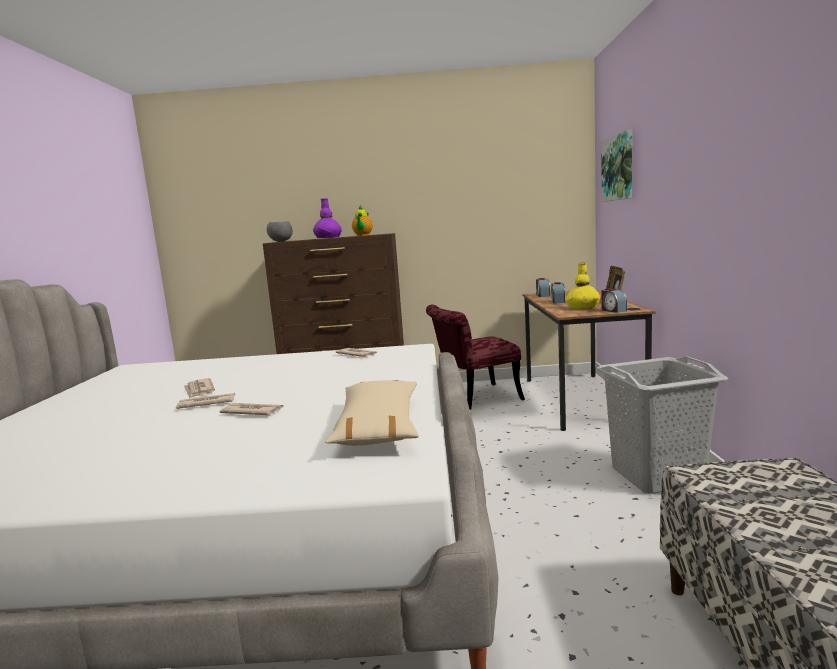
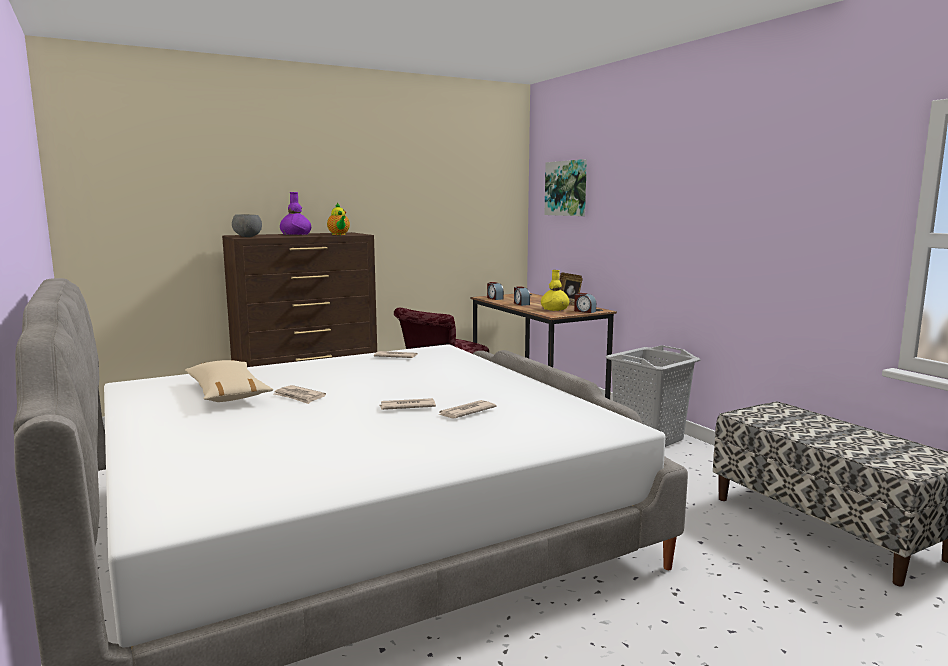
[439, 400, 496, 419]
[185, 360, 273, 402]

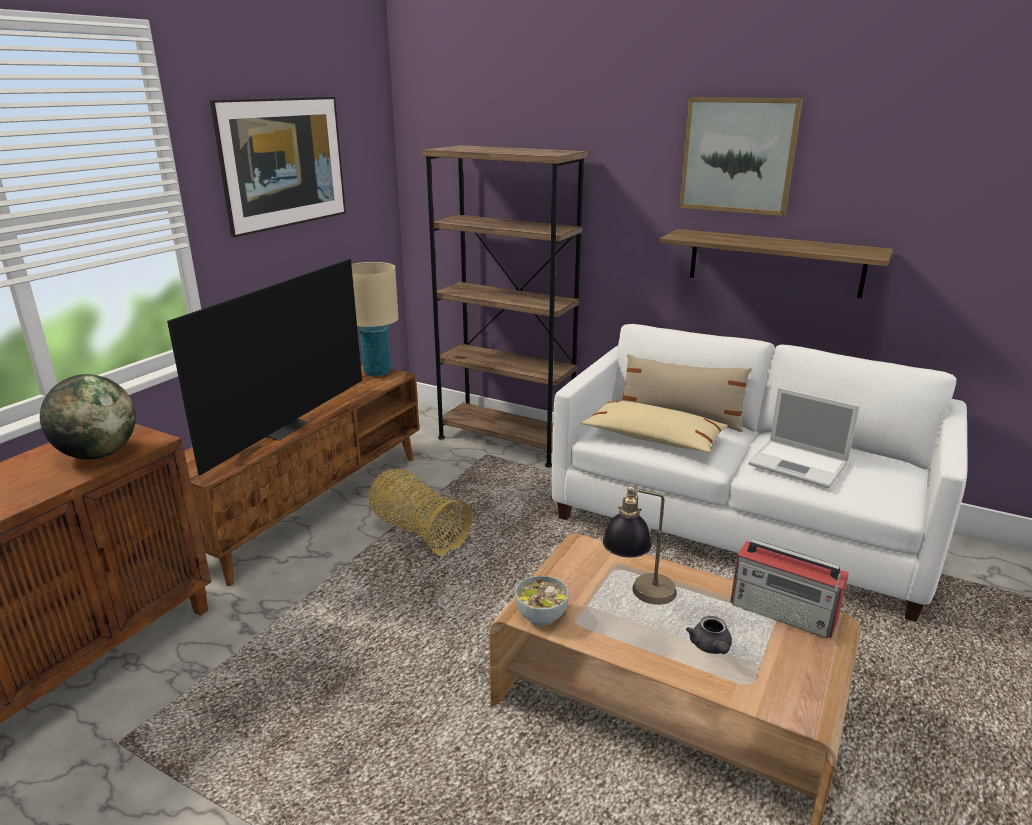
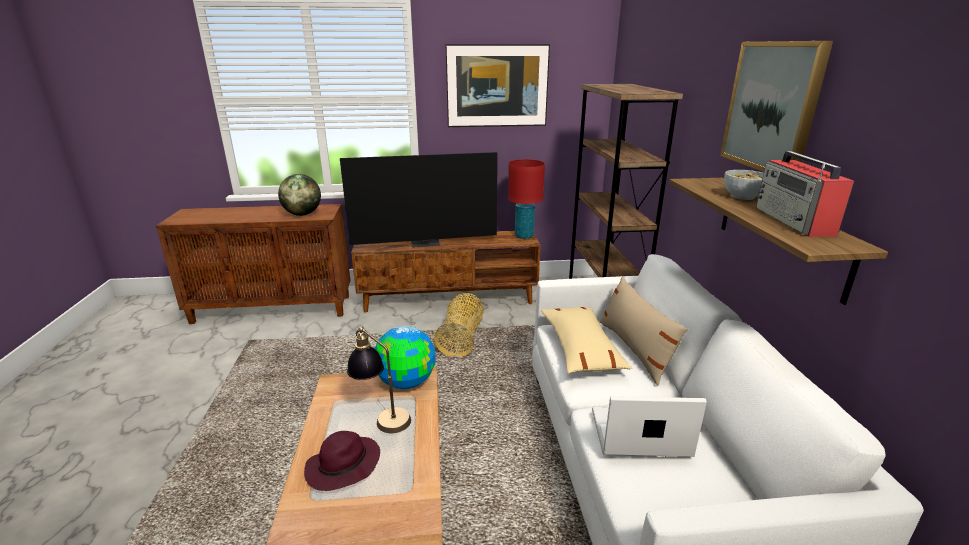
[508, 159, 545, 239]
[724, 170, 764, 200]
[304, 431, 380, 491]
[756, 151, 854, 237]
[592, 396, 707, 457]
[375, 326, 436, 389]

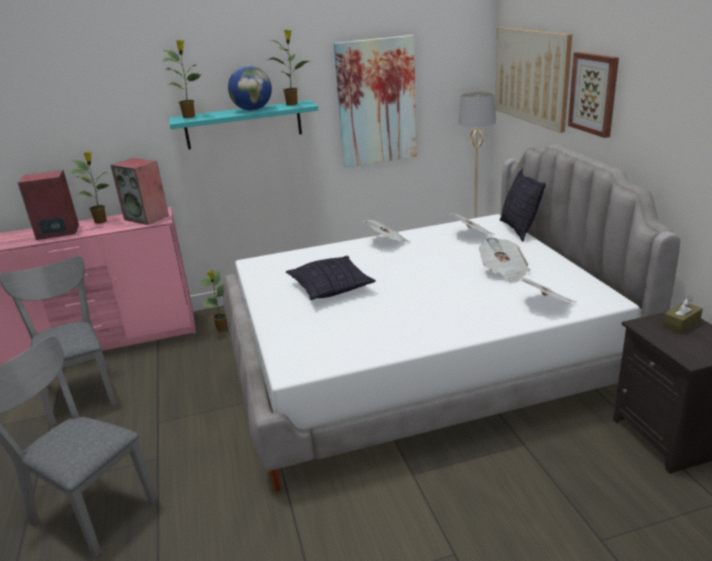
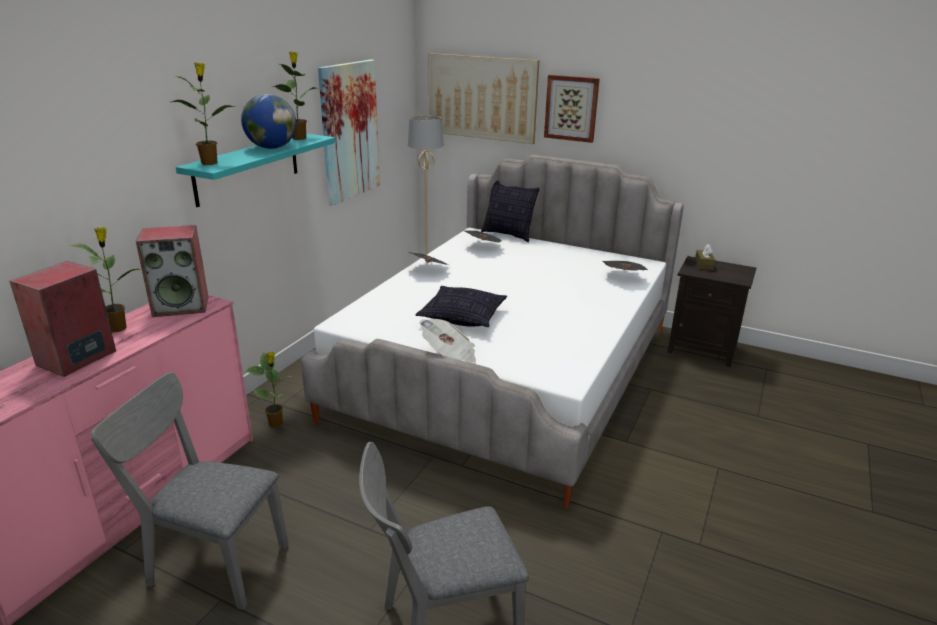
[420, 319, 476, 364]

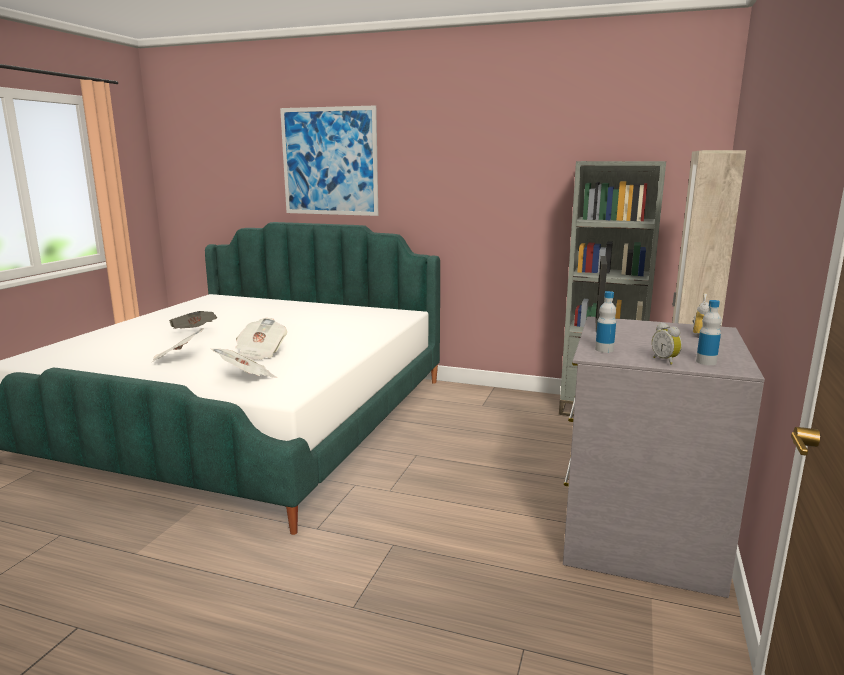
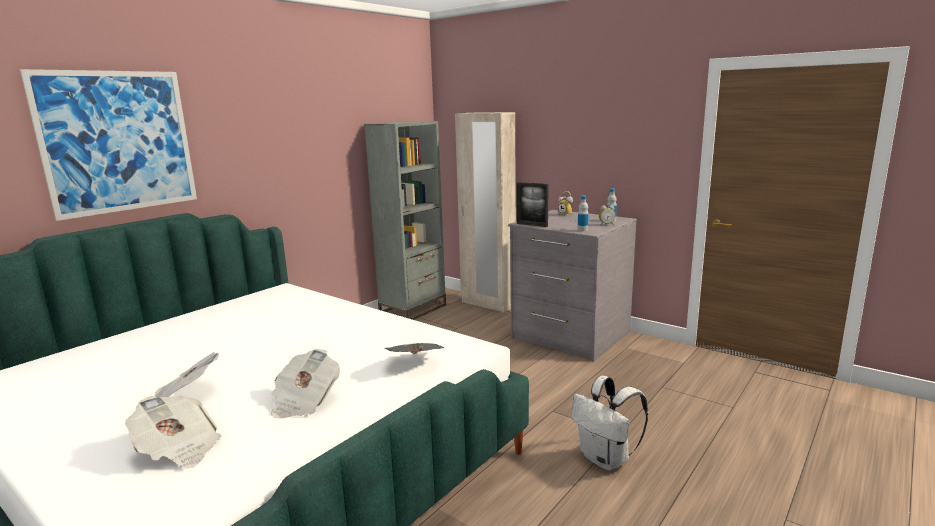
[125, 396, 221, 468]
[571, 376, 648, 471]

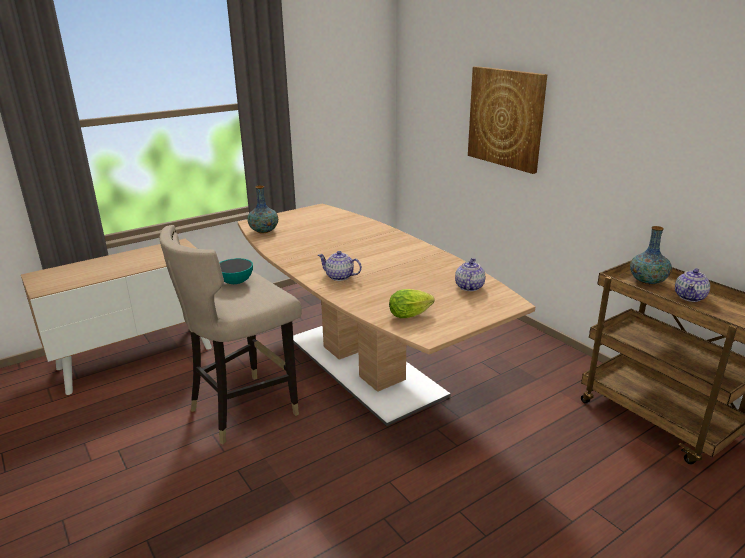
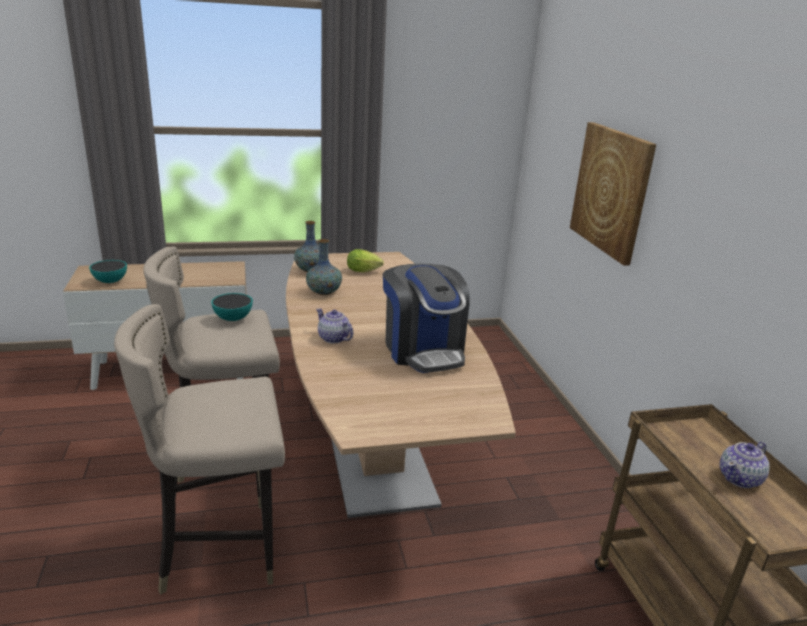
[347, 249, 384, 272]
[455, 258, 485, 291] (first image)
[306, 239, 342, 295]
[89, 260, 127, 283]
[114, 304, 285, 595]
[383, 263, 470, 373]

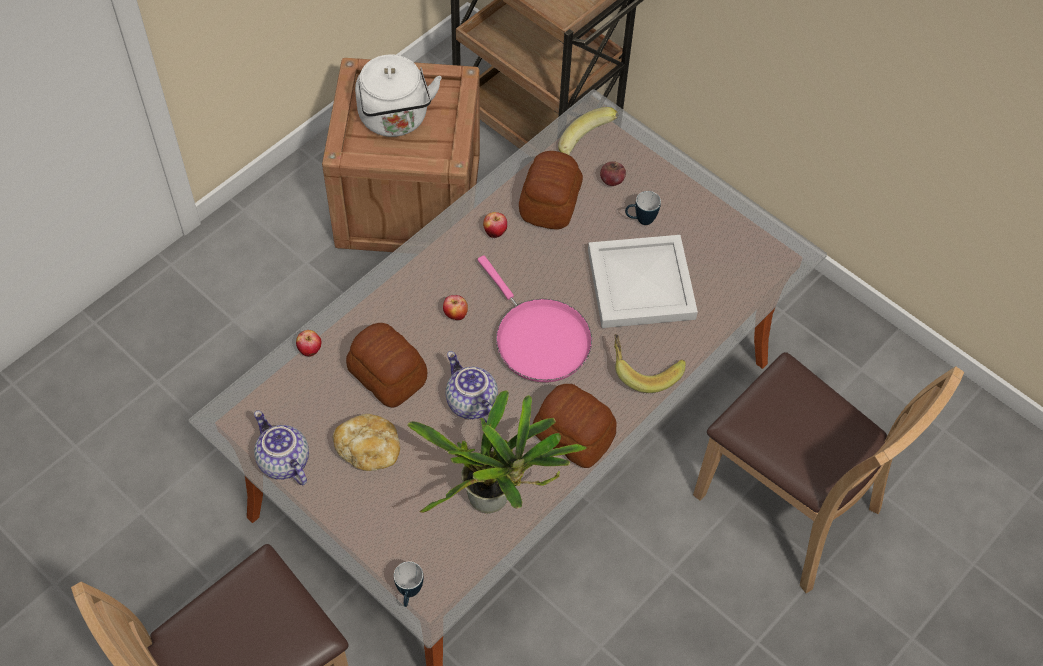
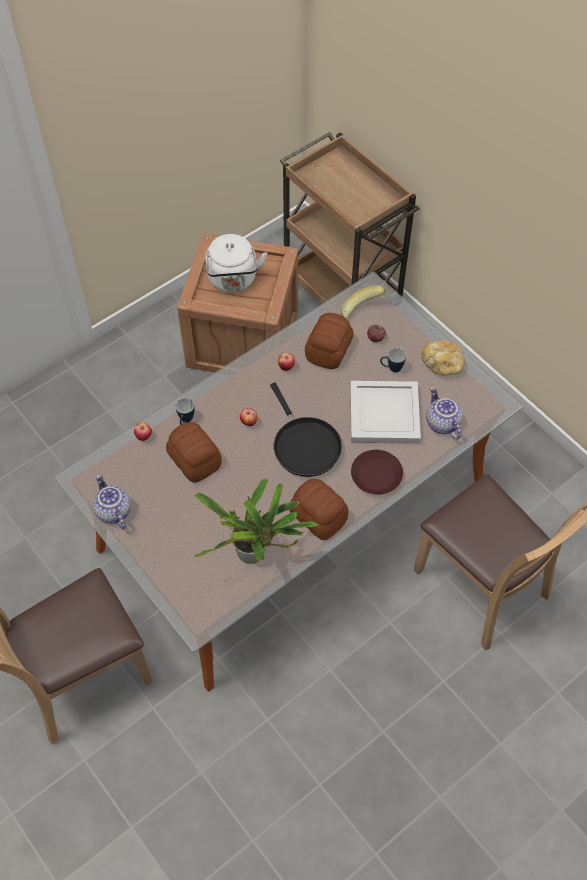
[421, 340, 465, 375]
[176, 398, 194, 425]
[426, 387, 463, 439]
[270, 382, 342, 477]
[351, 450, 403, 495]

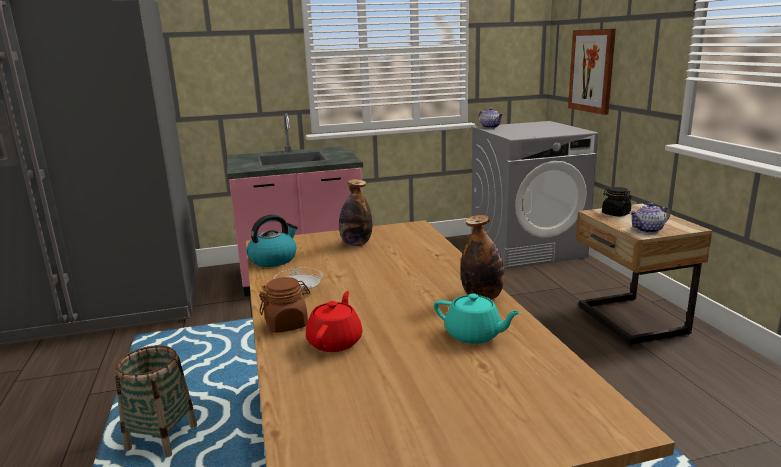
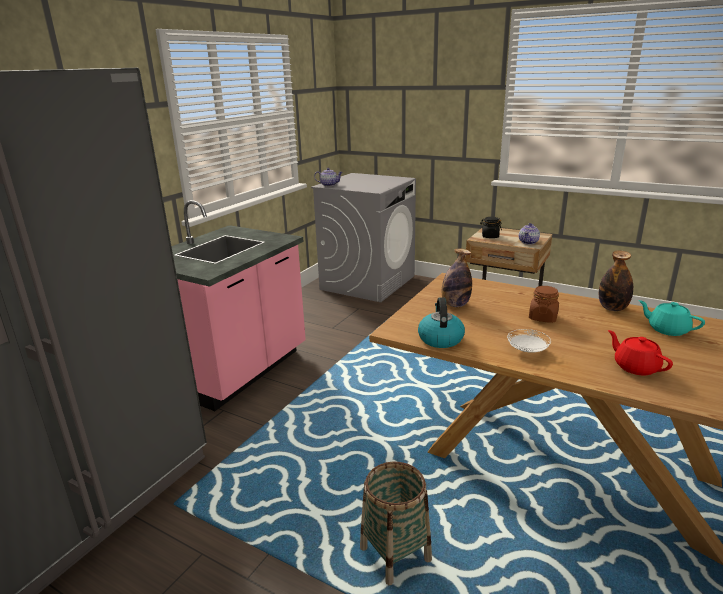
[529, 286, 559, 323]
[638, 300, 705, 336]
[568, 29, 616, 115] (first image)

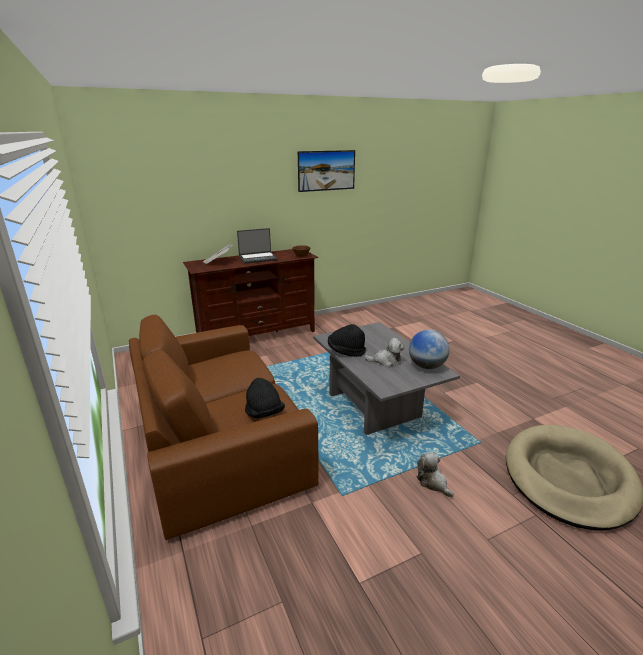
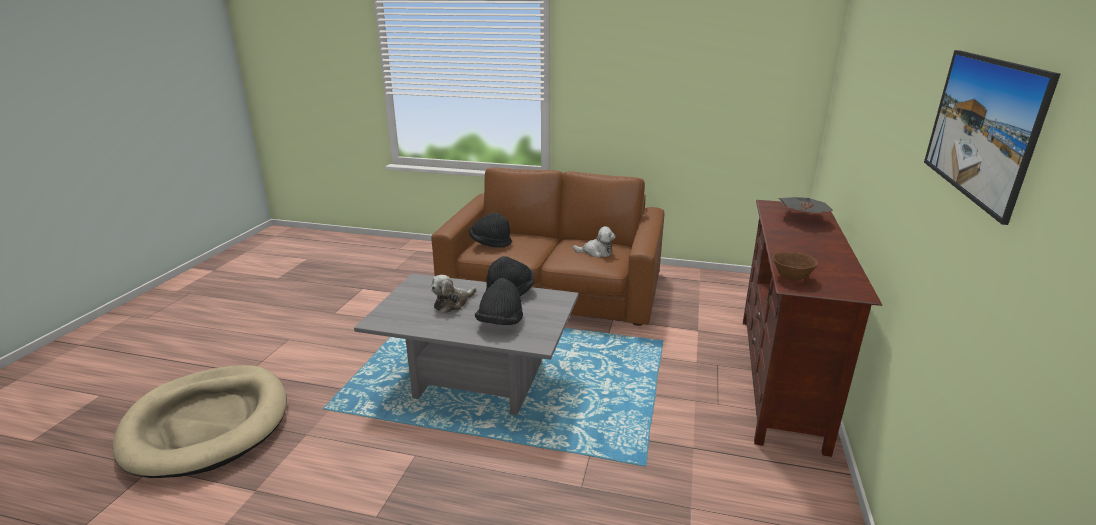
[237, 228, 278, 264] (first image)
[409, 330, 450, 369] (first image)
[573, 226, 615, 258]
[475, 278, 523, 325]

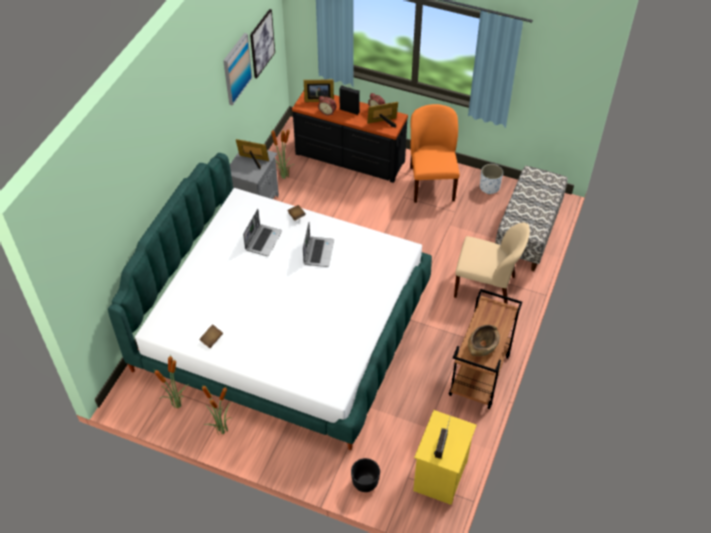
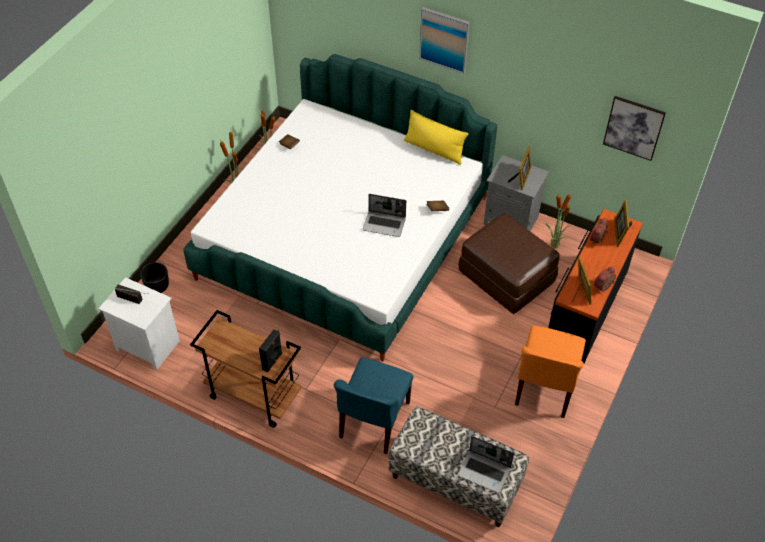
[419, 7, 470, 74]
[458, 436, 514, 493]
[259, 329, 282, 372]
[515, 326, 586, 418]
[98, 277, 180, 370]
[334, 357, 413, 454]
[468, 325, 500, 356] (first image)
[480, 164, 503, 195] (first image)
[404, 110, 468, 165]
[459, 213, 560, 314]

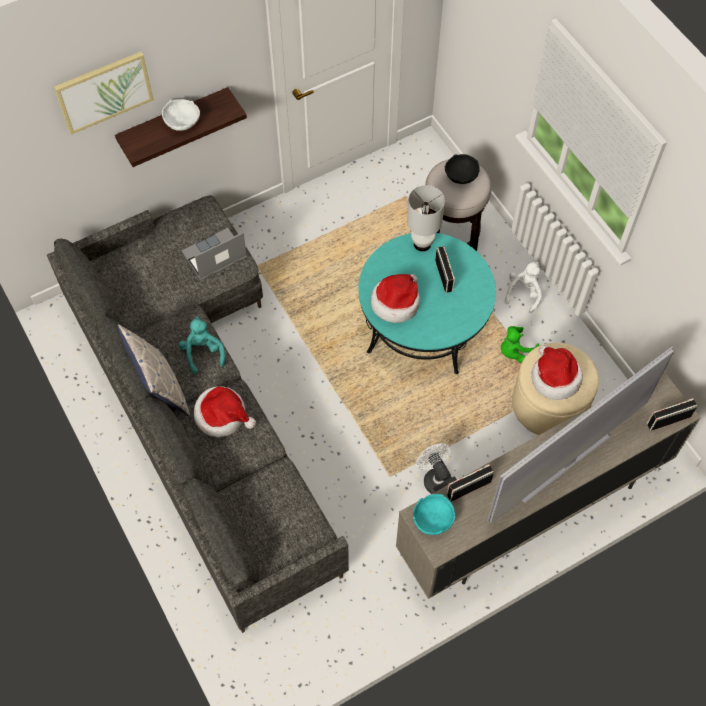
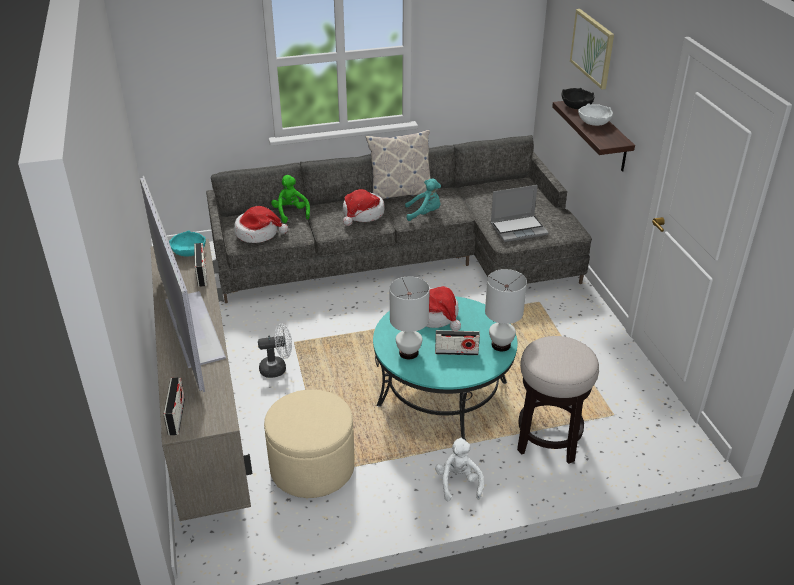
[490, 185, 549, 242]
[561, 88, 594, 109]
[271, 175, 310, 223]
[435, 437, 484, 502]
[234, 206, 288, 243]
[389, 276, 430, 359]

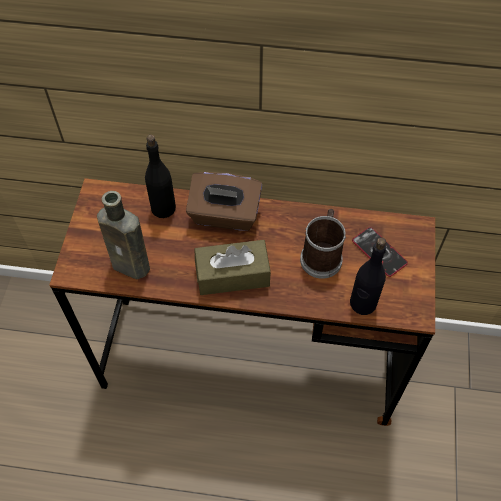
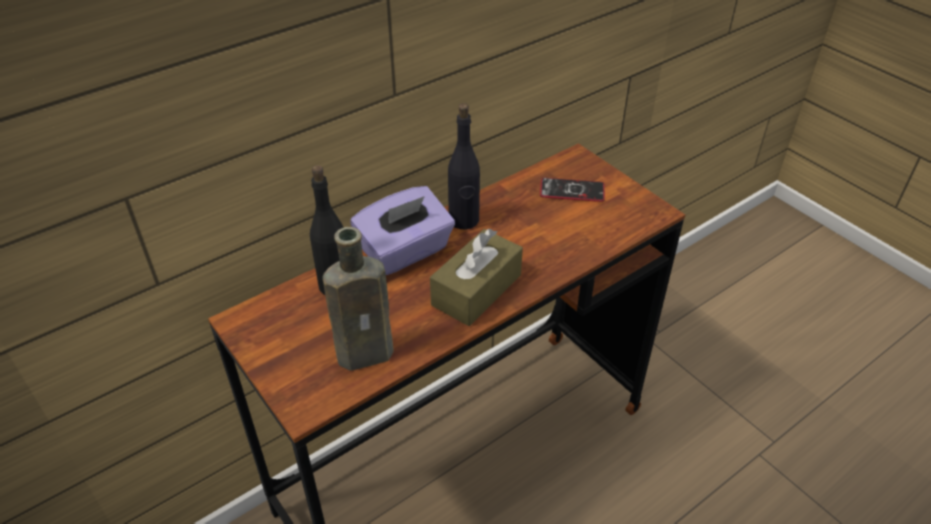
[350, 186, 455, 275]
[300, 209, 346, 279] (first image)
[448, 103, 480, 229]

